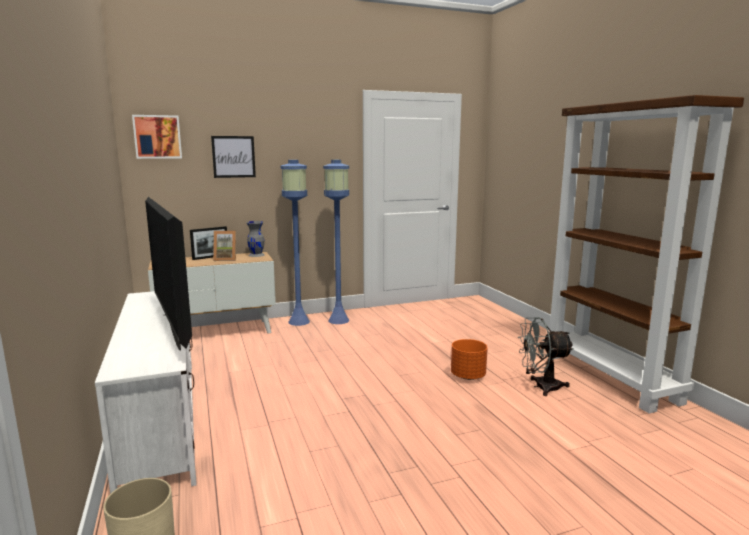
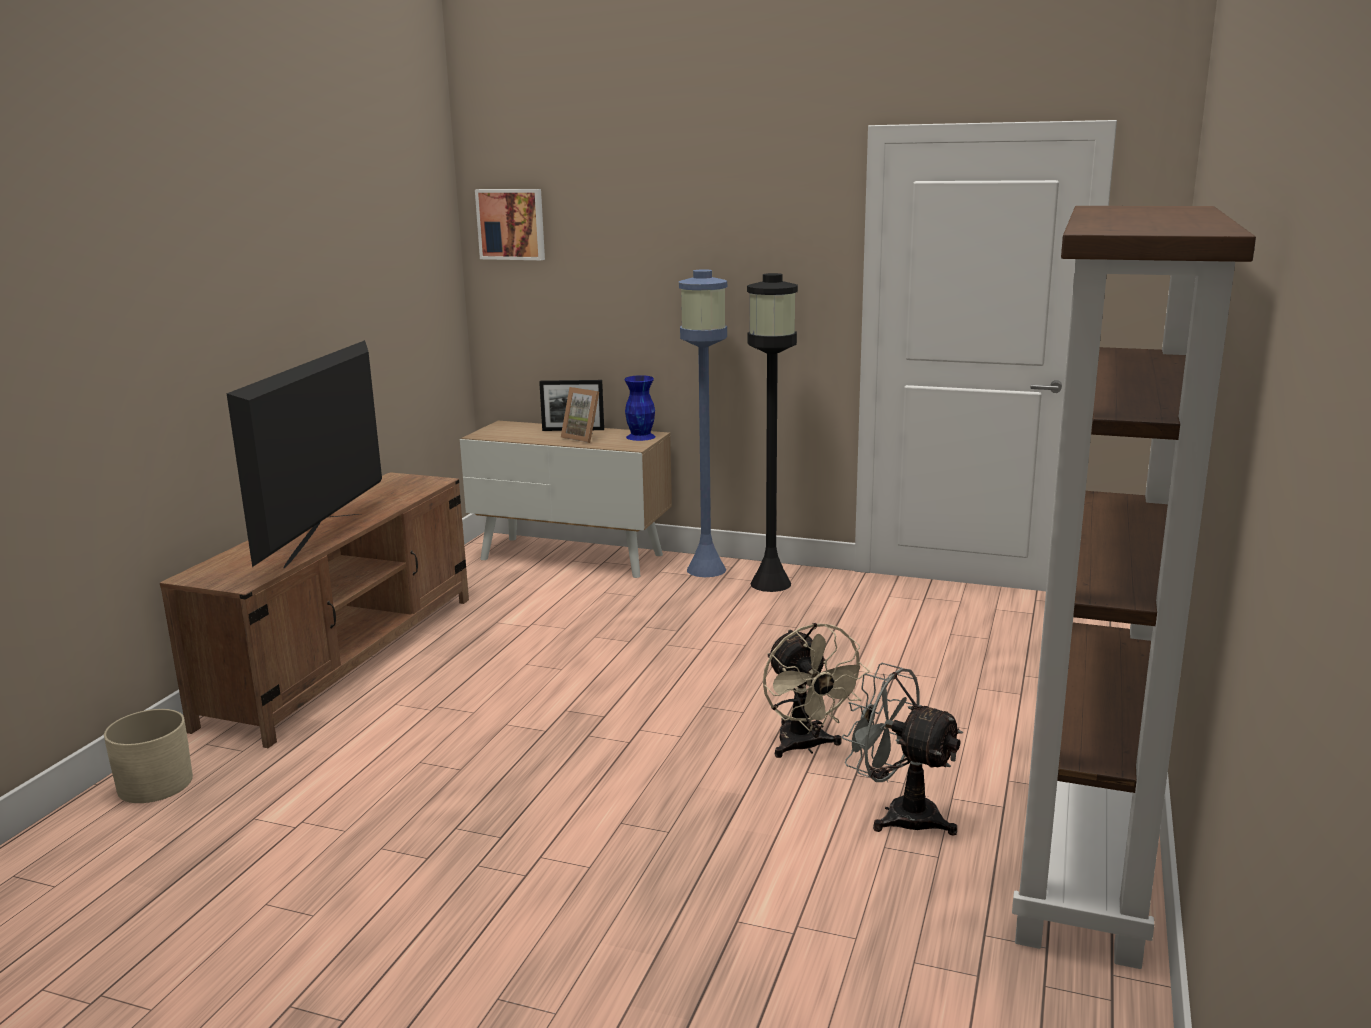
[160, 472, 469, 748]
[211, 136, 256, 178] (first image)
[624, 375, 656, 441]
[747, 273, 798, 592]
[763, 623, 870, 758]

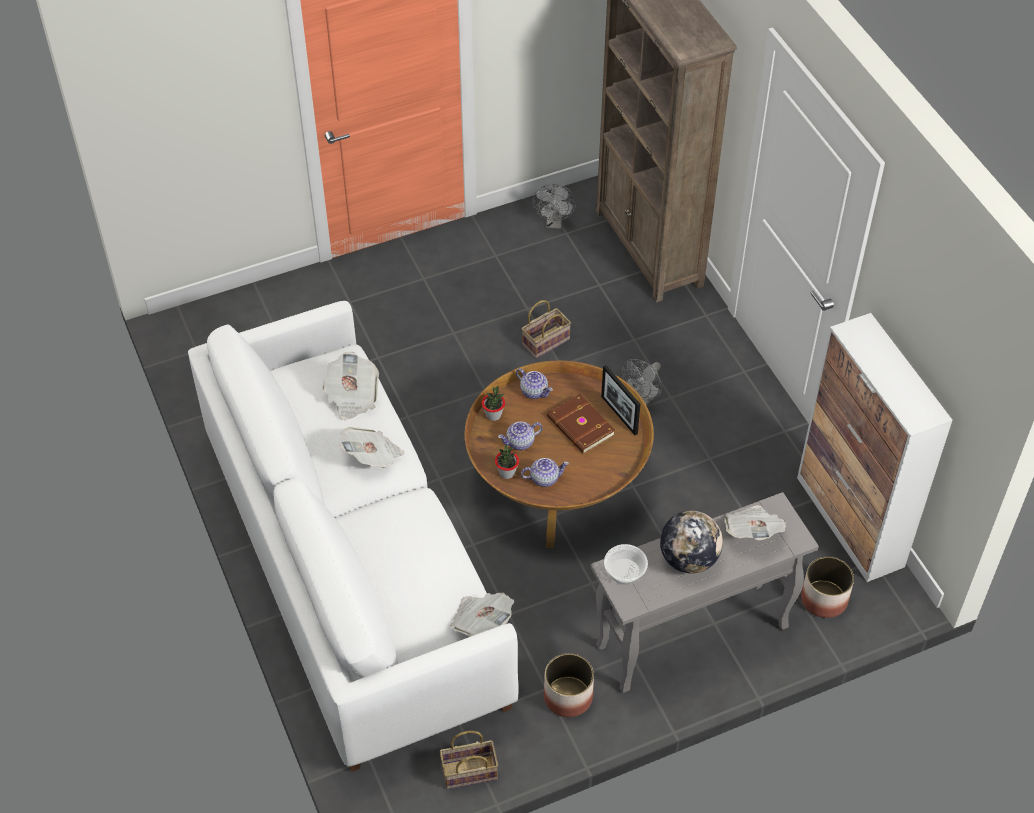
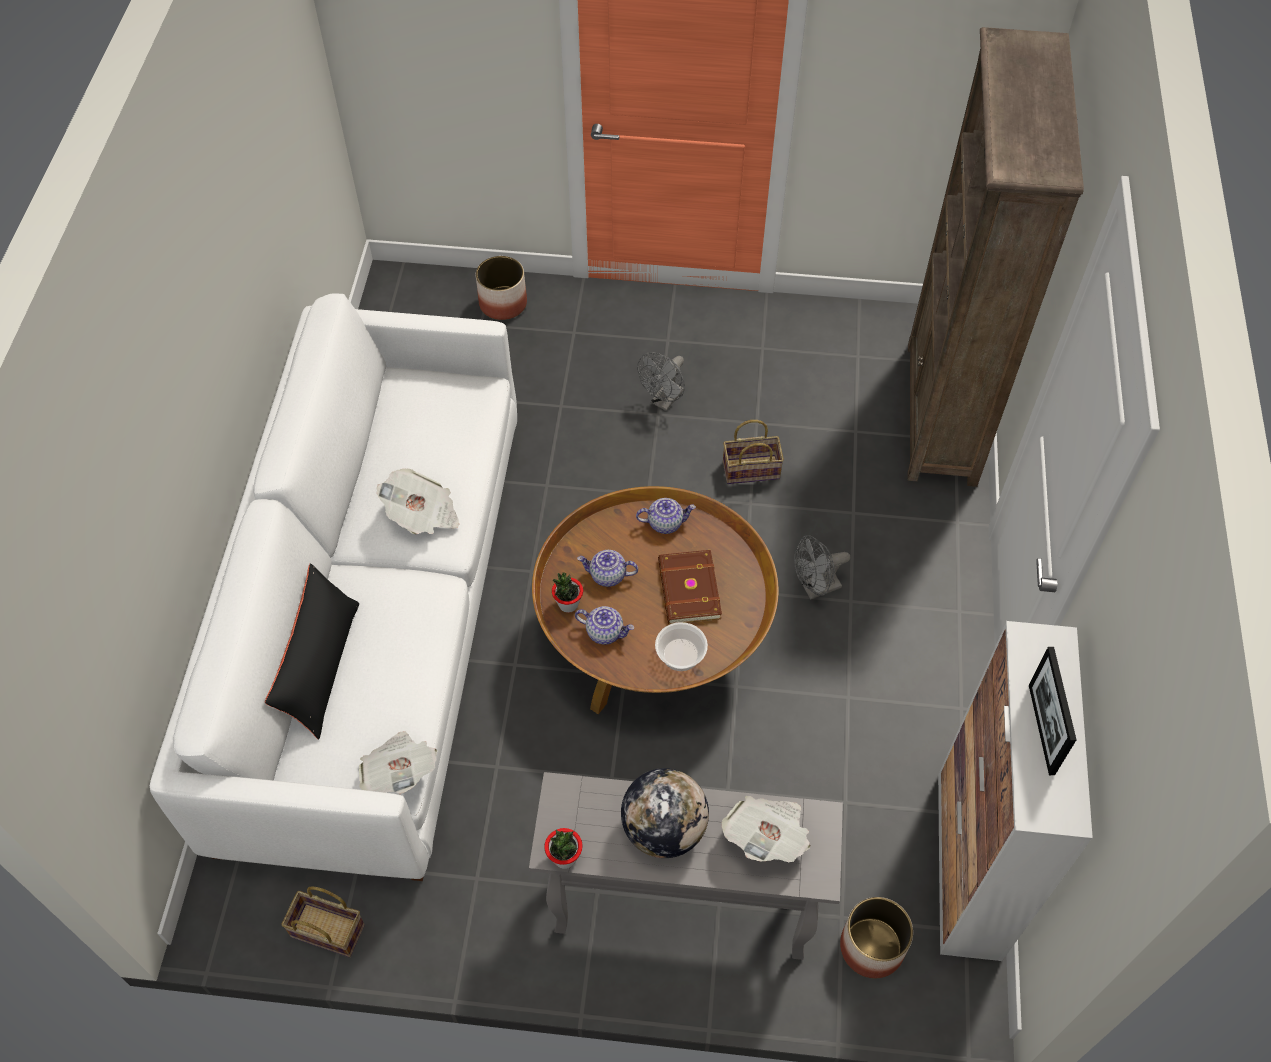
[322, 352, 379, 421] (first image)
[544, 828, 583, 869]
[636, 498, 696, 534]
[637, 352, 685, 411]
[476, 256, 527, 320]
[1029, 647, 1077, 775]
[655, 622, 708, 671]
[265, 564, 359, 740]

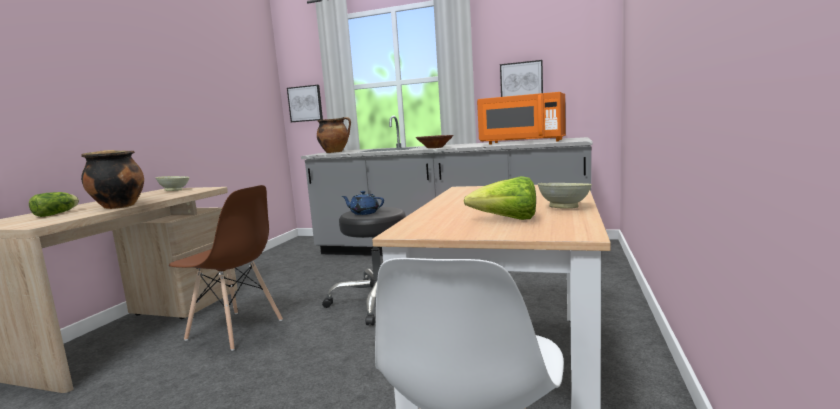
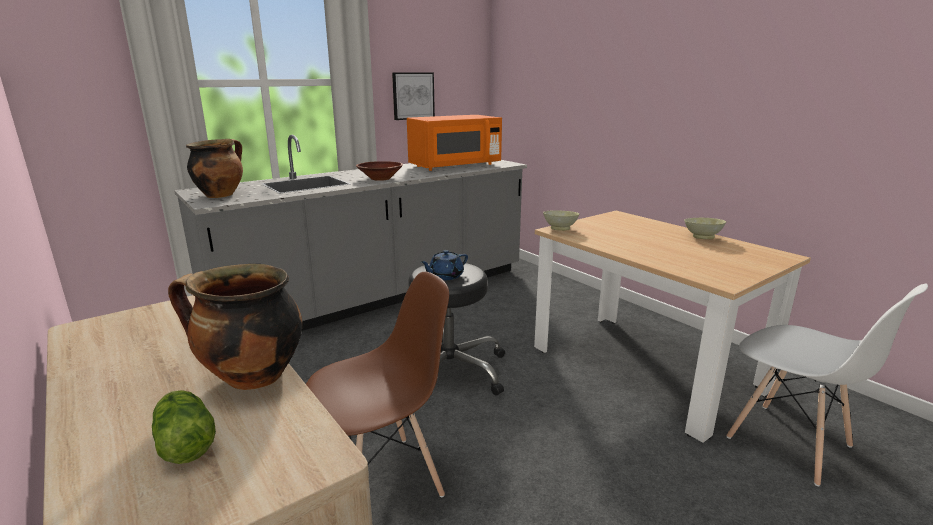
[543, 210, 579, 231]
[287, 85, 323, 122] (first image)
[464, 176, 536, 220] (first image)

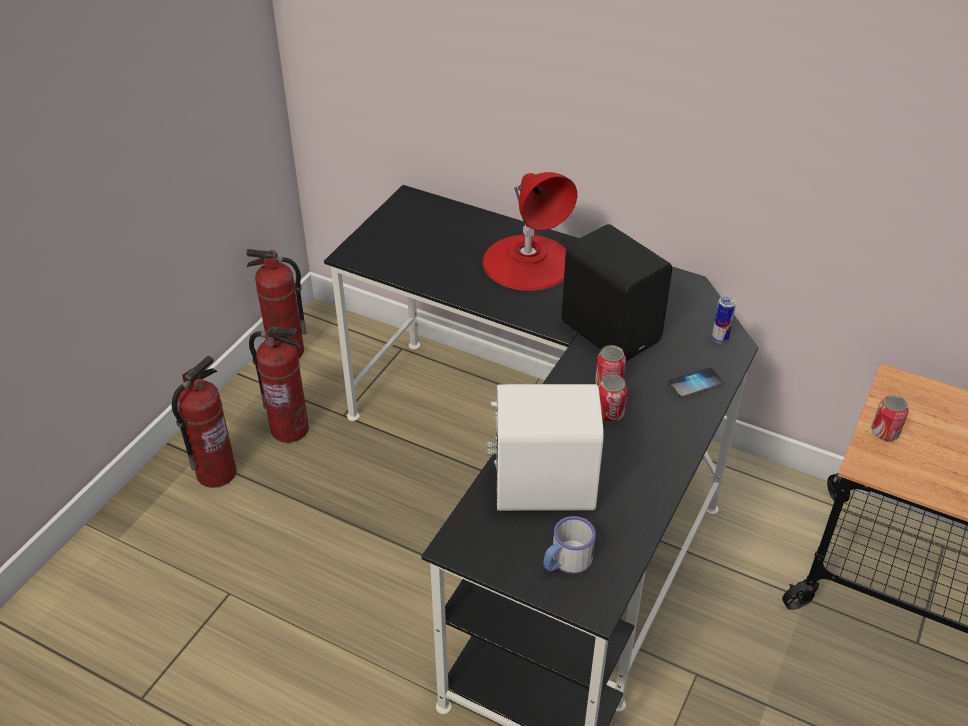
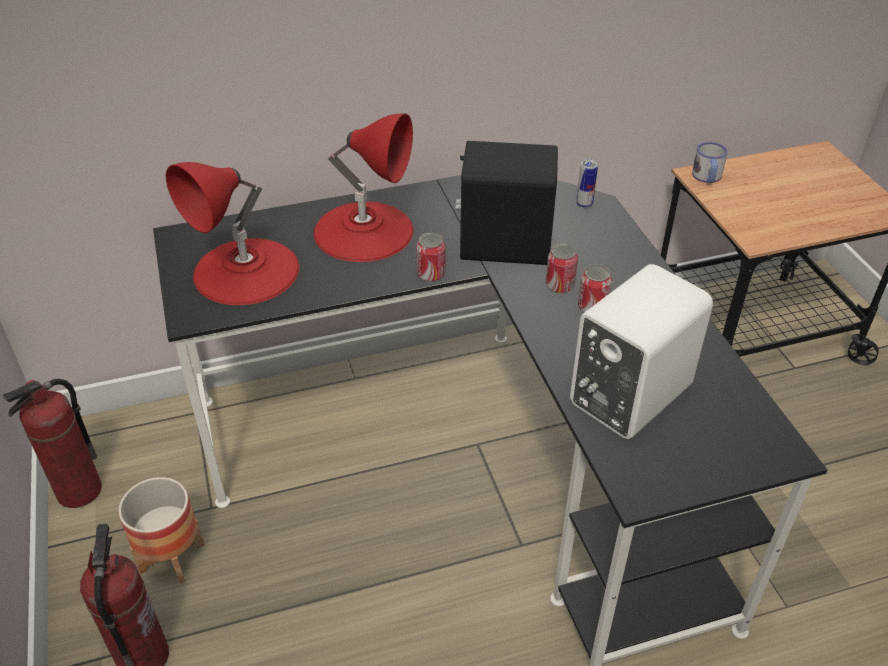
[118, 477, 205, 584]
[692, 142, 728, 183]
[668, 368, 724, 398] (first image)
[416, 233, 445, 282]
[166, 162, 299, 305]

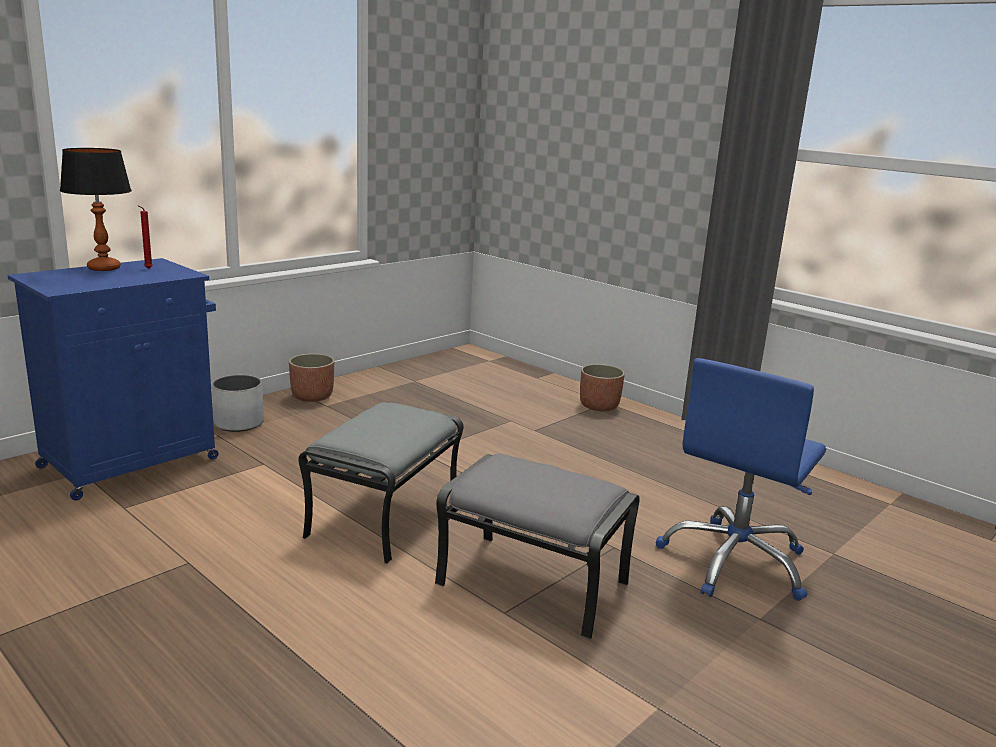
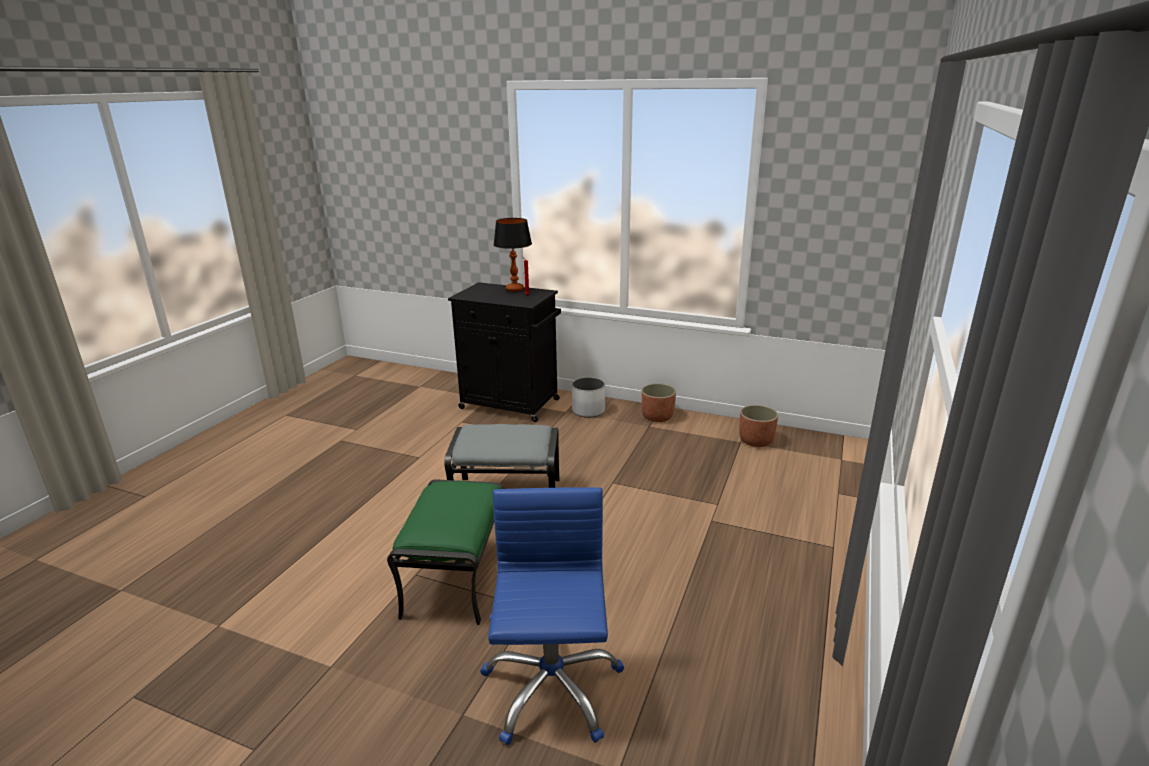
[448, 282, 561, 422]
[387, 479, 504, 625]
[739, 405, 778, 447]
[480, 487, 624, 745]

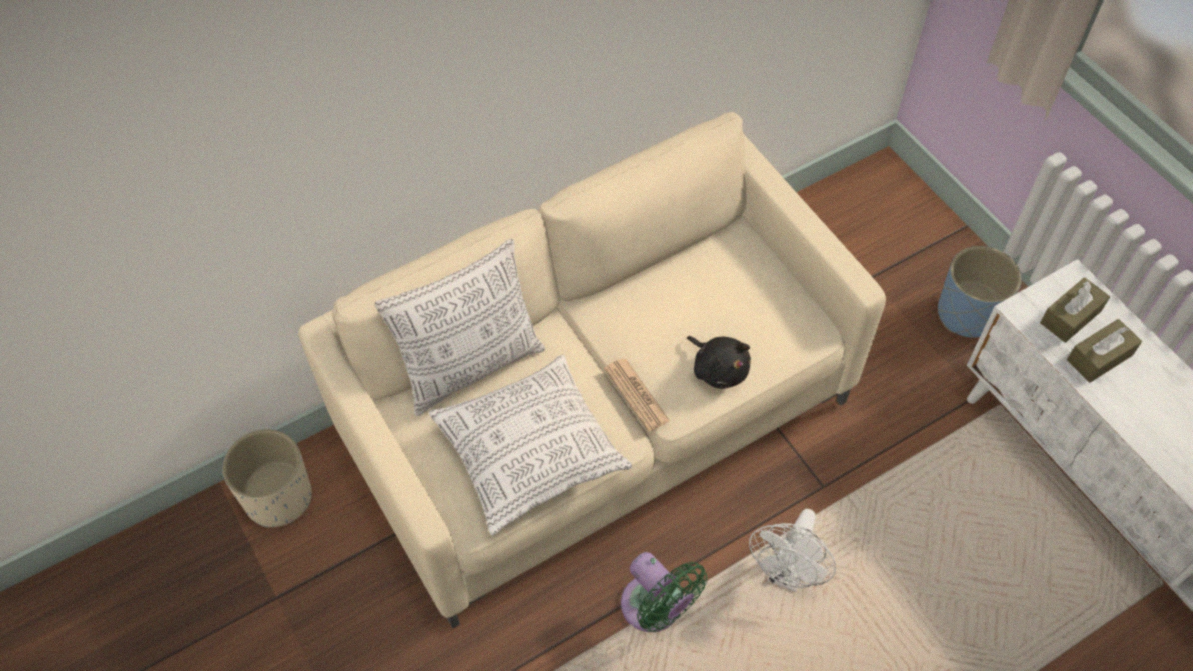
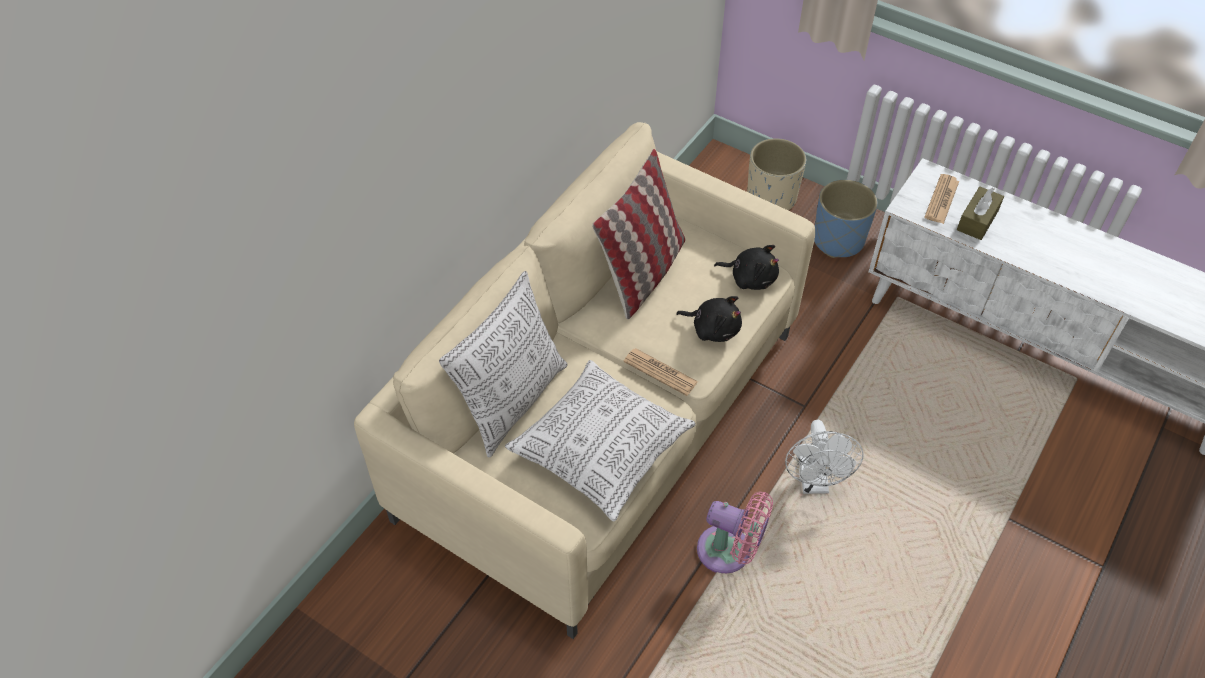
[747, 138, 806, 210]
[697, 491, 773, 573]
[924, 174, 959, 224]
[592, 149, 685, 319]
[714, 245, 779, 290]

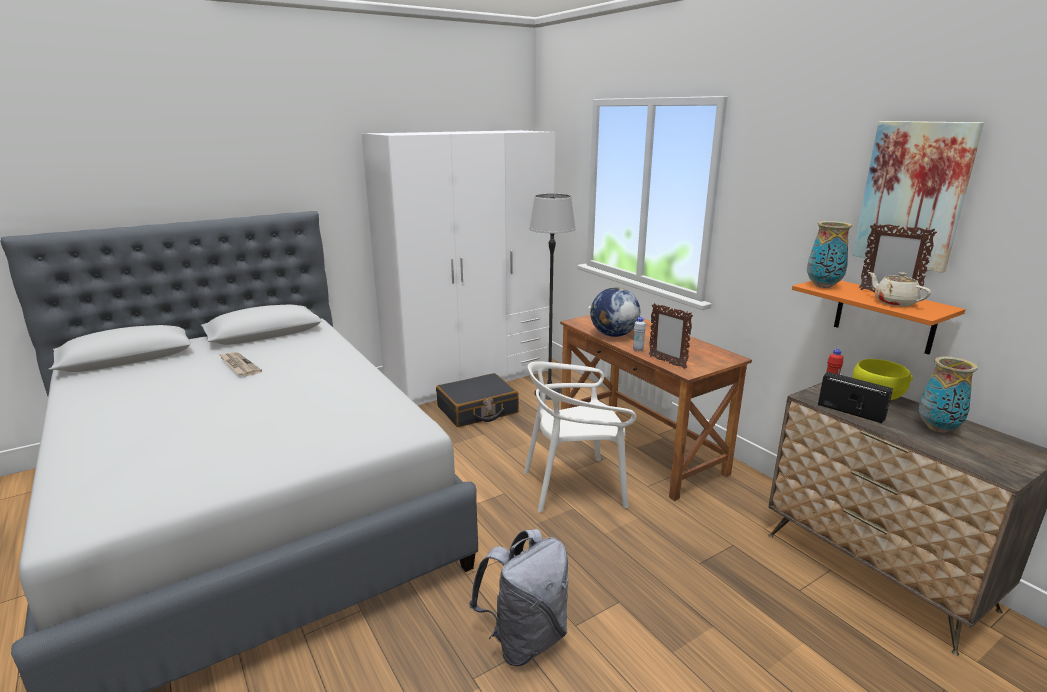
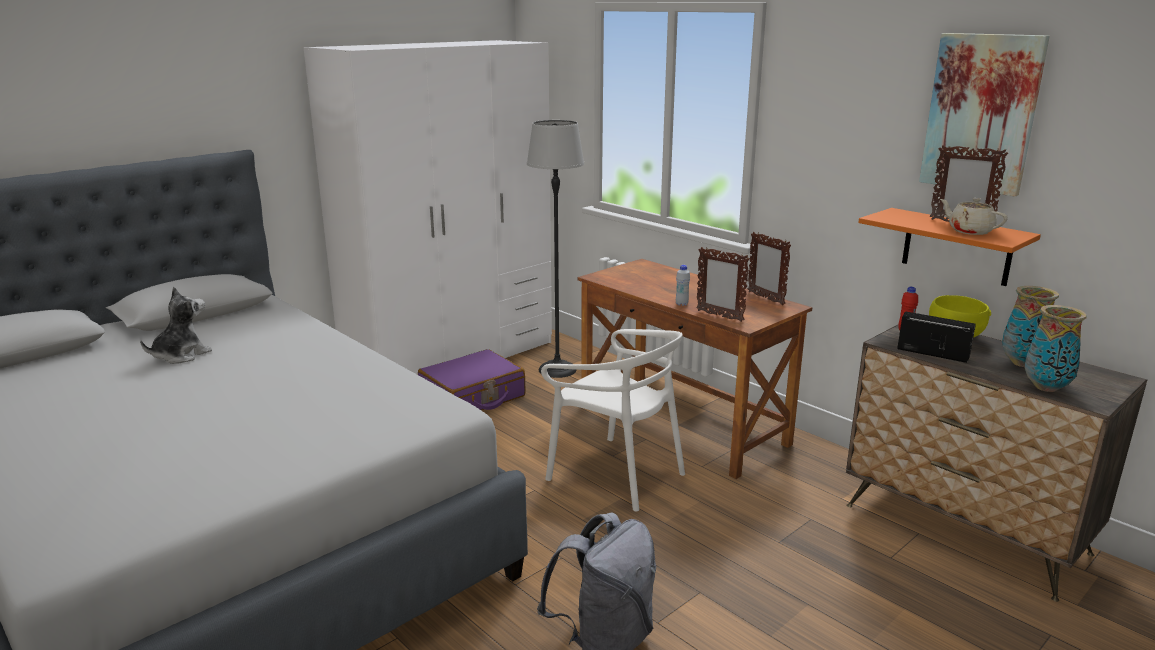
[140, 287, 212, 364]
[418, 349, 526, 410]
[541, 329, 685, 512]
[590, 287, 640, 337] (first image)
[1024, 305, 1086, 392]
[748, 232, 791, 305]

